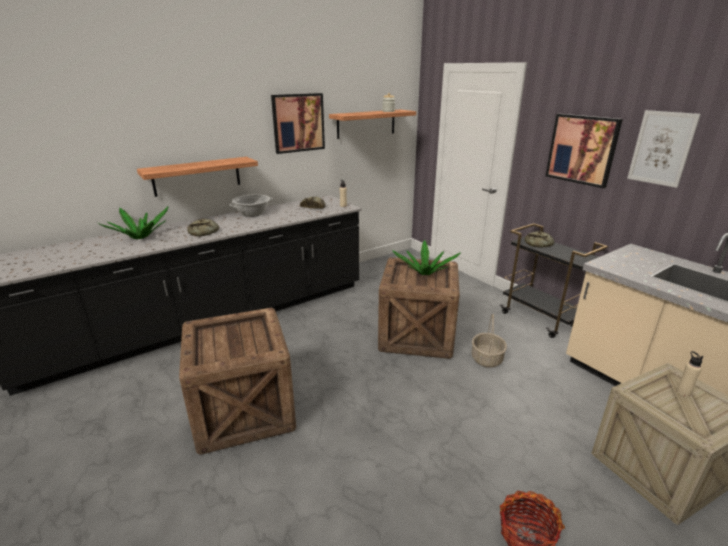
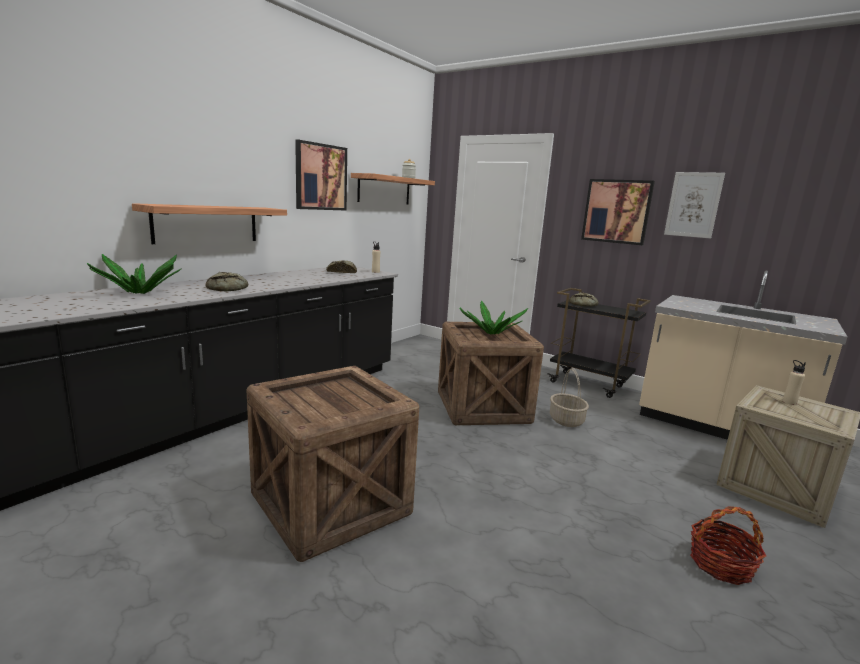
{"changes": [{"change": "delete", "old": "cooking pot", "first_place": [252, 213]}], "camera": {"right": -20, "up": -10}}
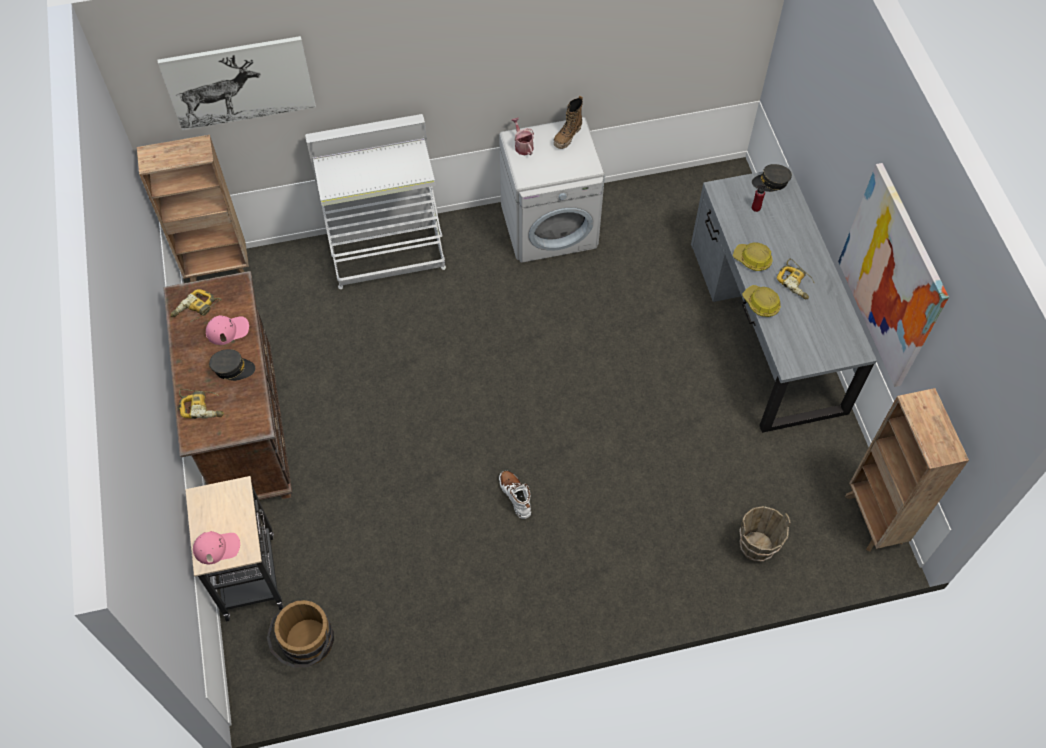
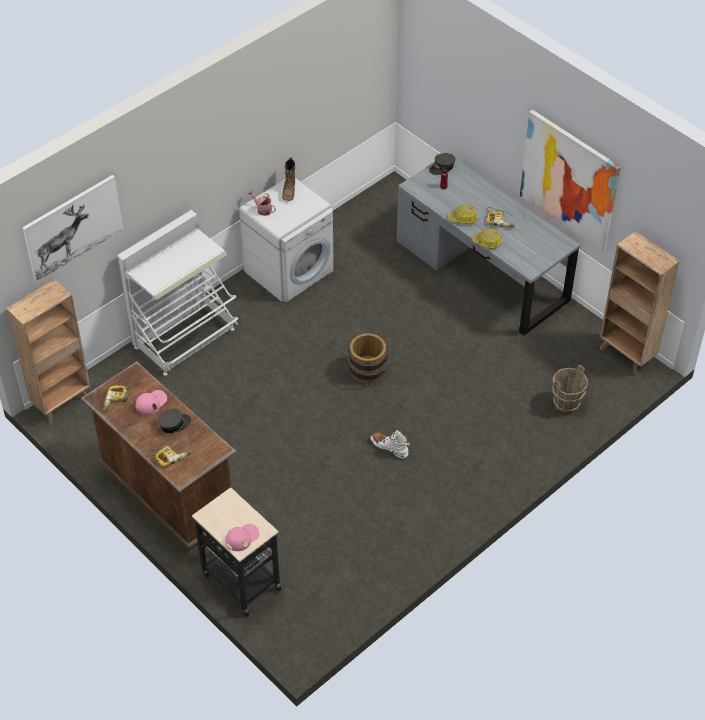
{"changes": [{"change": "move", "old": "brown bucket", "first_place": [306, 646], "second_place": [368, 373]}], "camera": {"right": -30, "up": -10}}
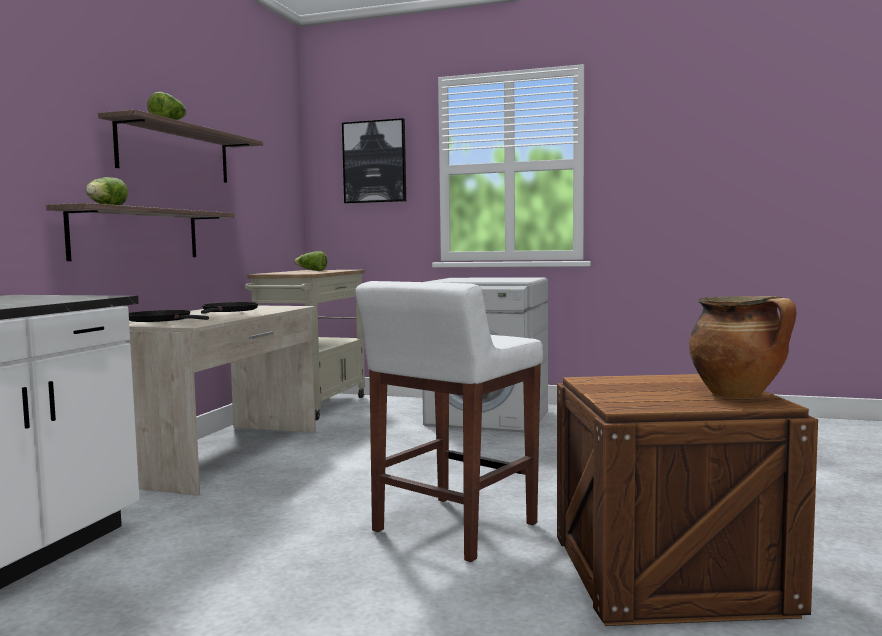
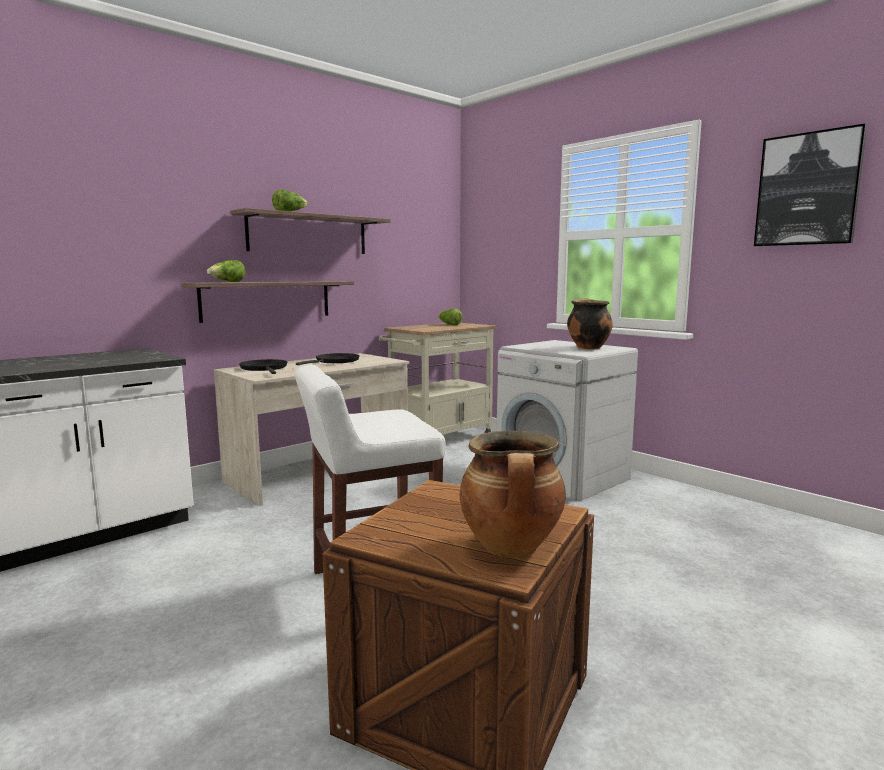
{"changes": [{"change": "insert", "new": "cooking pot", "second_place": [587, 348]}, {"change": "move", "old": "picture", "first_place": [375, 162], "second_place": [807, 189]}], "camera": {"right": 30, "up": 5}}
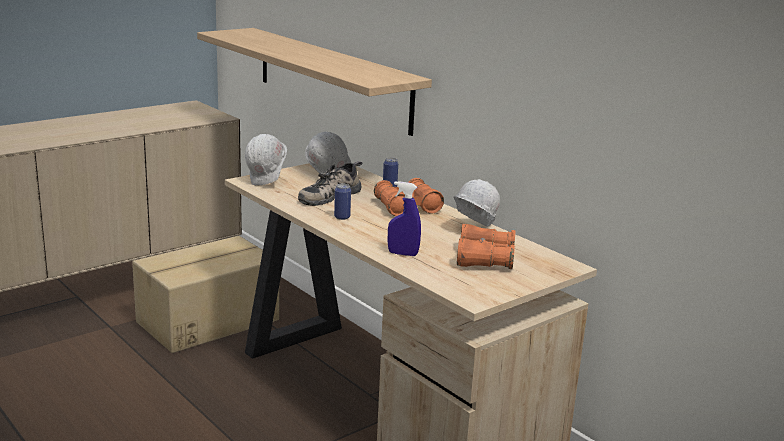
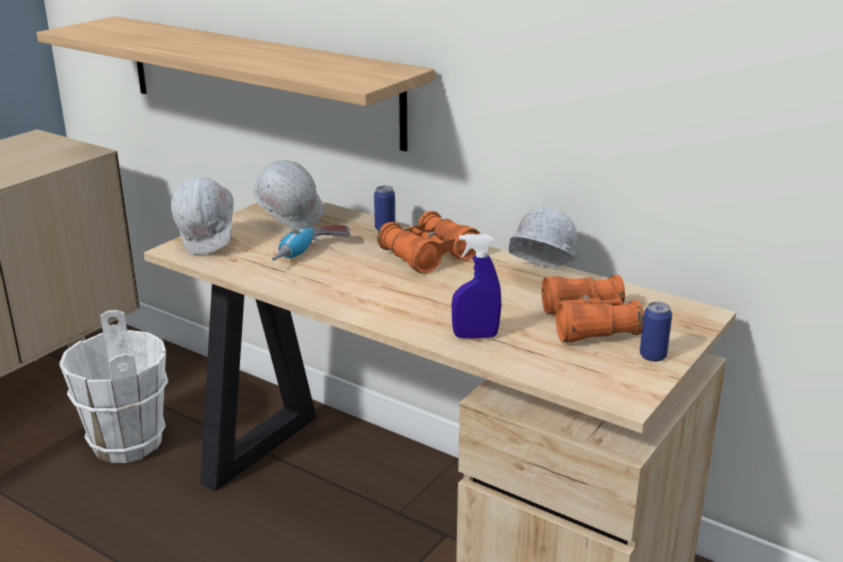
{"changes": [{"change": "move", "old": "can", "first_place": [342, 217], "second_place": [652, 356]}, {"change": "replace", "old": "cardboard box", "new": "white bucket", "first_place": [207, 320], "second_place": [126, 443]}, {"change": "replace", "old": "shoe", "new": "power drill", "first_place": [329, 195], "second_place": [310, 254]}], "camera": {"right": -15, "up": 5}}
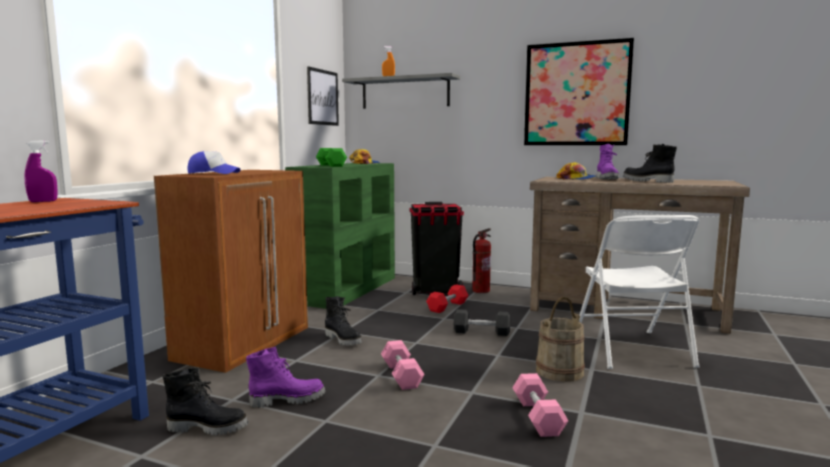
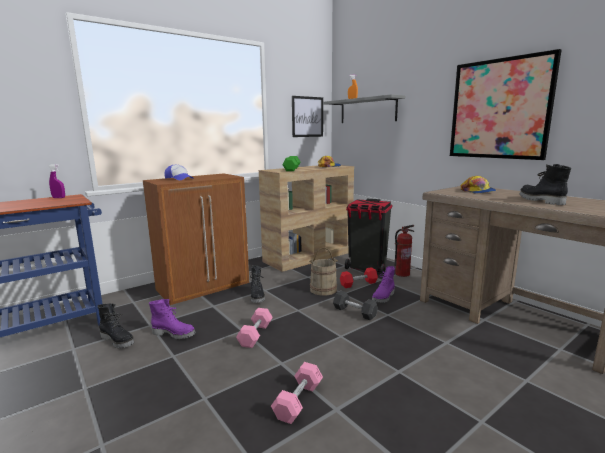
{"changes": [{"change": "delete", "old": "white chair", "first_place": [630, 349]}, {"change": "move", "old": "beige bucket", "first_place": [559, 371], "second_place": [323, 289]}, {"change": "move", "old": "purple boot", "first_place": [607, 179], "second_place": [384, 297]}, {"change": "recolor", "old": "green bookcase", "new": "brown bookcase", "first_place": [346, 289], "second_place": [308, 256]}], "camera": {"right": 30, "up": 5}}
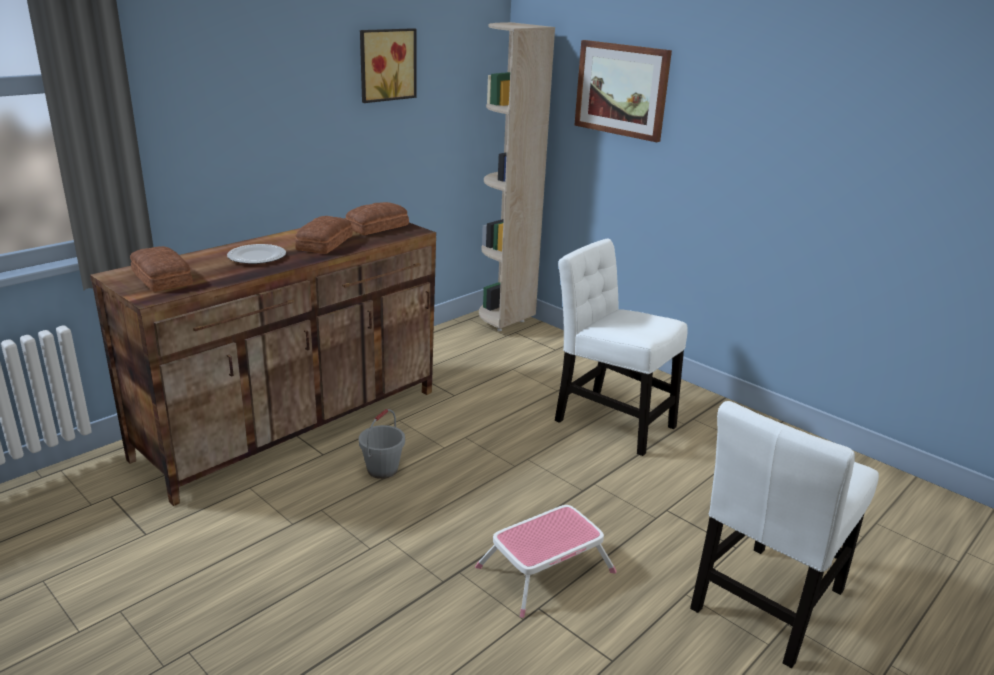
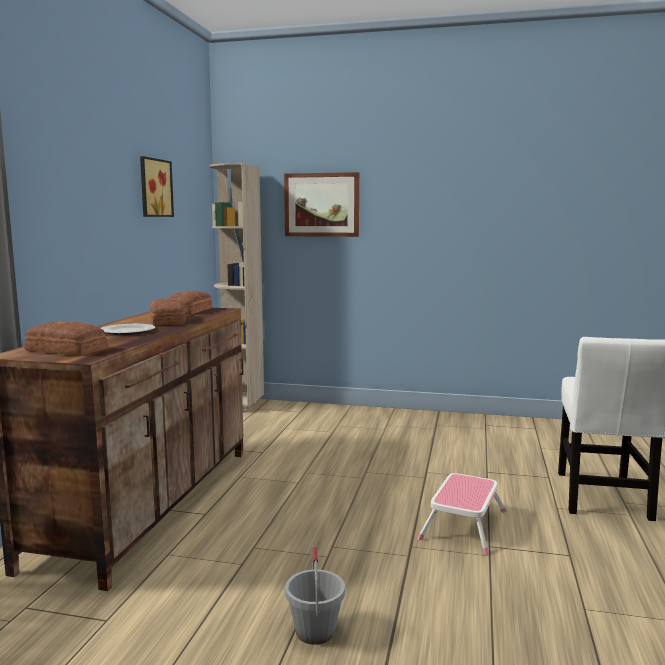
{"changes": [{"change": "delete", "old": "white chair", "first_place": [610, 420]}, {"change": "move", "old": "grey bucket", "first_place": [382, 469], "second_place": [314, 631]}], "camera": {"right": -30, "up": -15}}
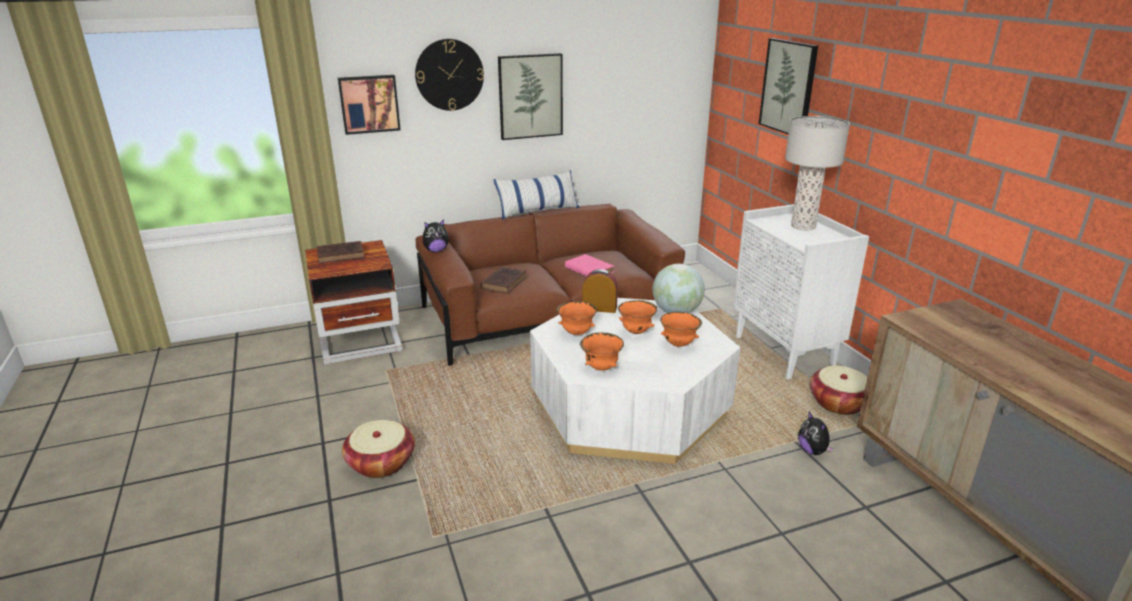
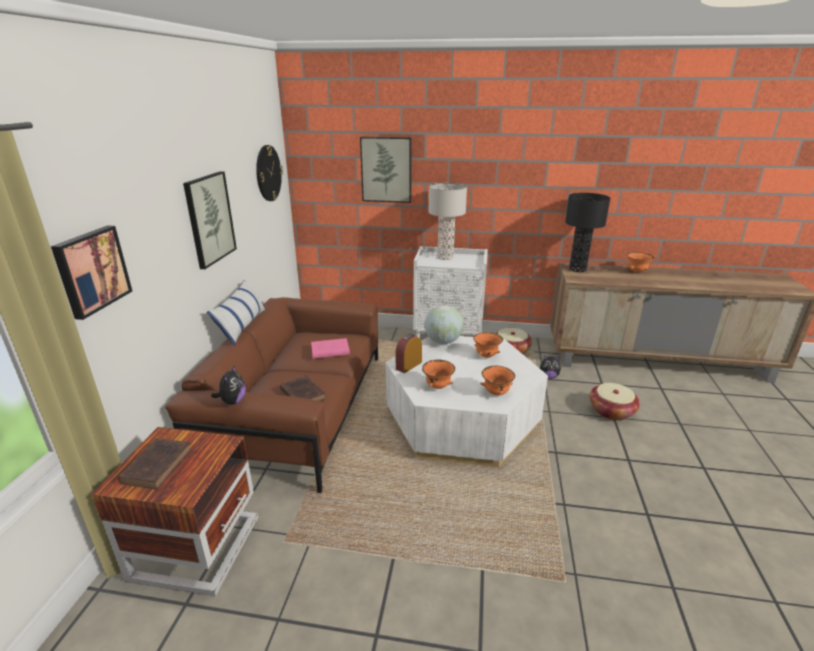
{"changes": [{"change": "insert", "new": "black table lamp", "second_place": [577, 269]}, {"change": "move", "old": "basket", "first_place": [381, 463], "second_place": [611, 411]}, {"change": "move", "old": "wall clock", "first_place": [449, 75], "second_place": [268, 173]}, {"change": "move", "old": "orange bowl", "first_place": [636, 332], "second_place": [636, 272]}], "camera": {"right": -60, "up": 0}}
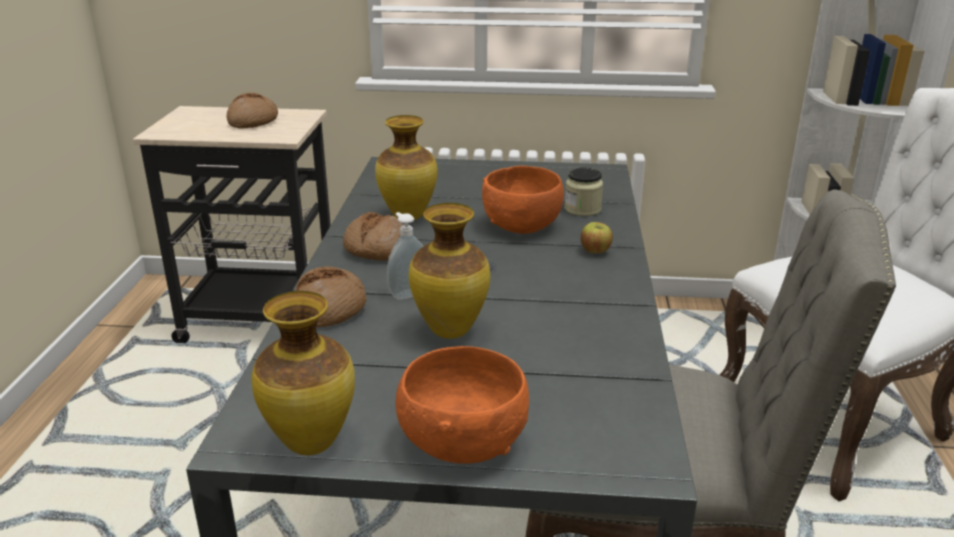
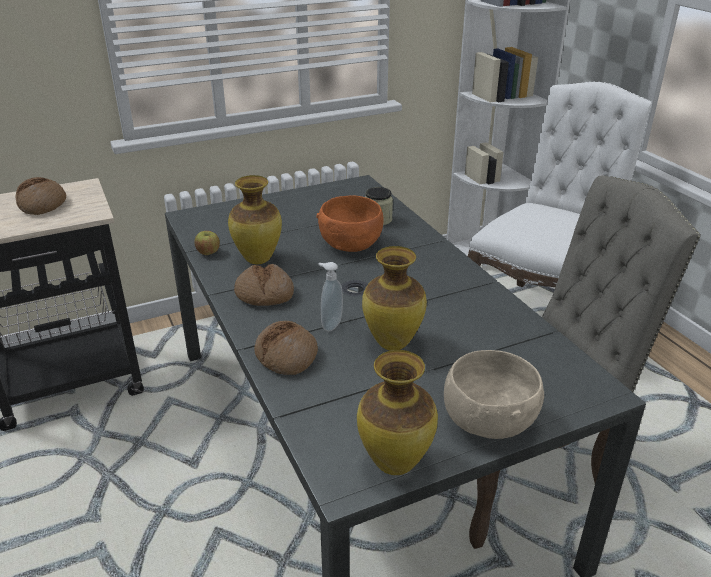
{"changes": [{"change": "move", "old": "apple", "first_place": [595, 251], "second_place": [208, 253]}, {"change": "recolor", "old": "orange bowl", "new": "beige bowl", "first_place": [461, 442], "second_place": [488, 421]}], "camera": {"right": -30, "up": 5}}
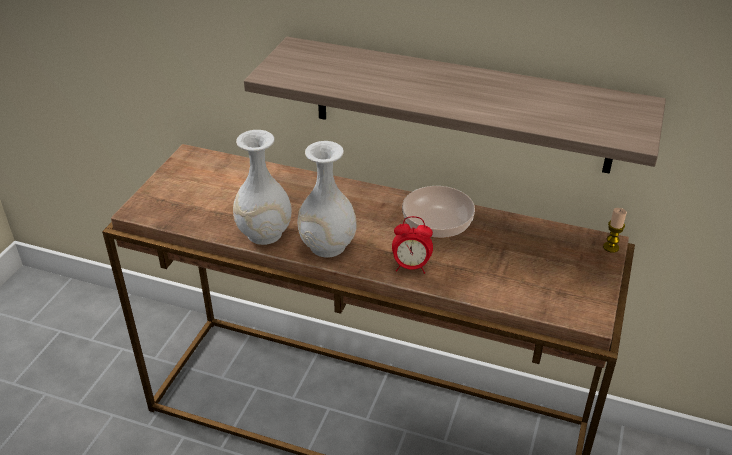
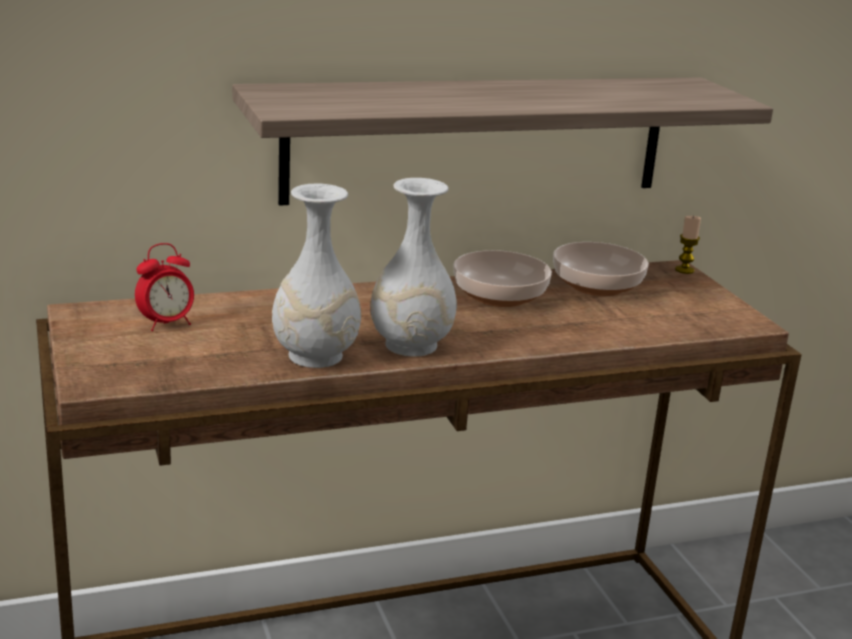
{"changes": [{"change": "insert", "new": "bowl", "second_place": [595, 285]}, {"change": "move", "old": "alarm clock", "first_place": [411, 267], "second_place": [166, 324]}], "camera": {"right": -40, "up": -15}}
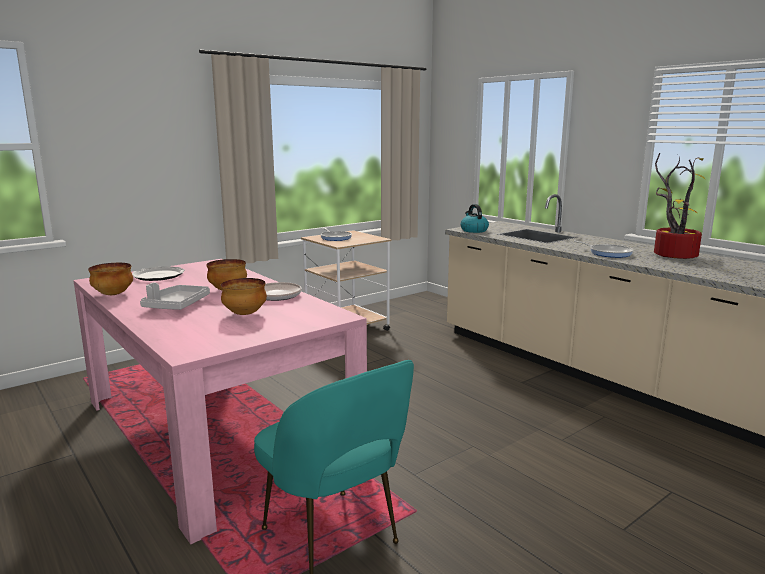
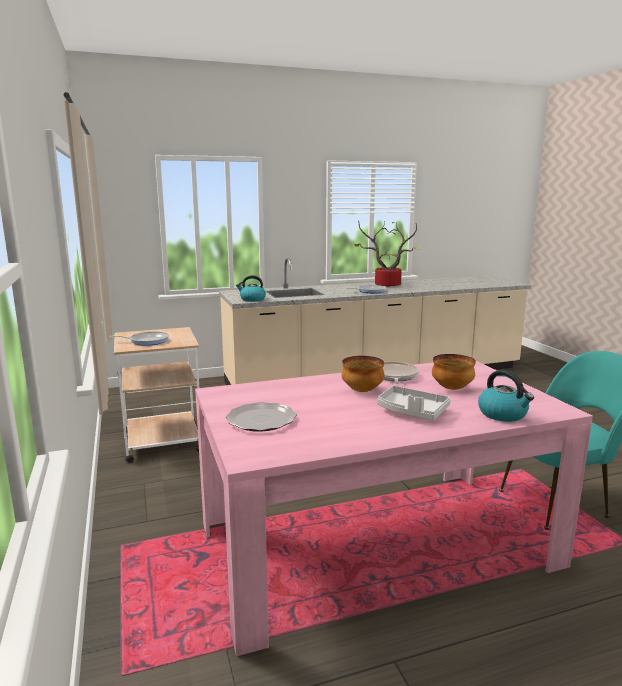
{"changes": [{"change": "delete", "old": "bowl", "first_place": [114, 294]}, {"change": "insert", "new": "kettle", "second_place": [503, 414]}], "camera": {"right": -70, "up": 0}}
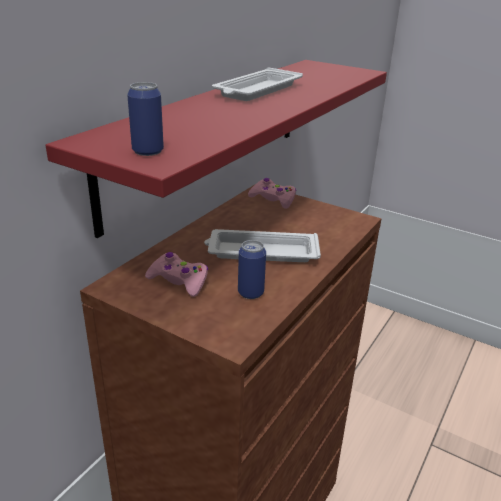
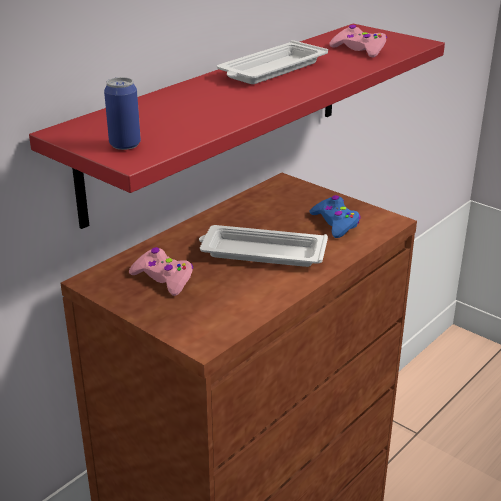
{"changes": [{"change": "delete", "old": "can", "first_place": [250, 293]}, {"change": "insert", "new": "blue game controller", "second_place": [335, 223]}, {"change": "move", "old": "pink game controller", "first_place": [273, 199], "second_place": [359, 49]}], "camera": {"right": 10, "up": 0}}
